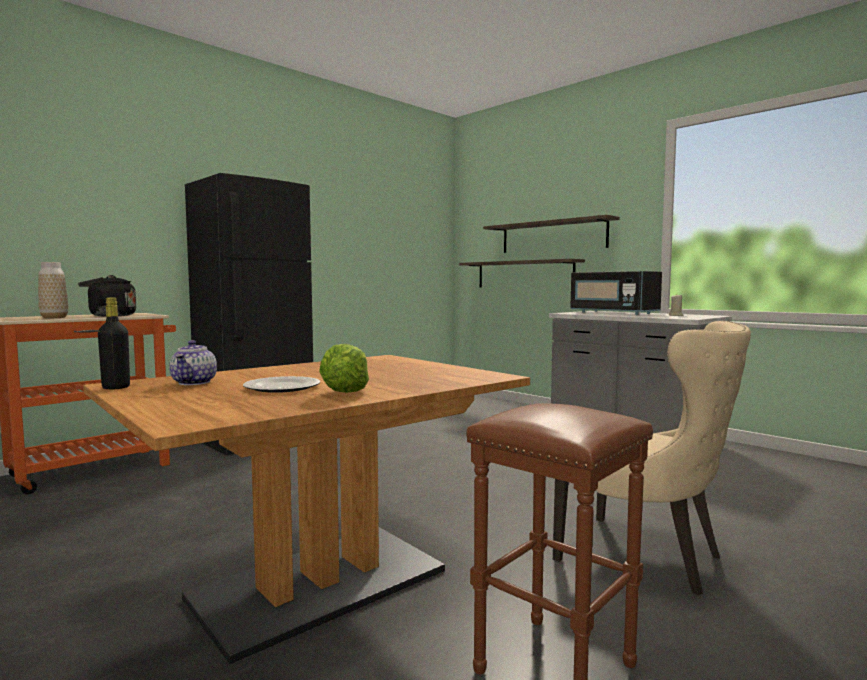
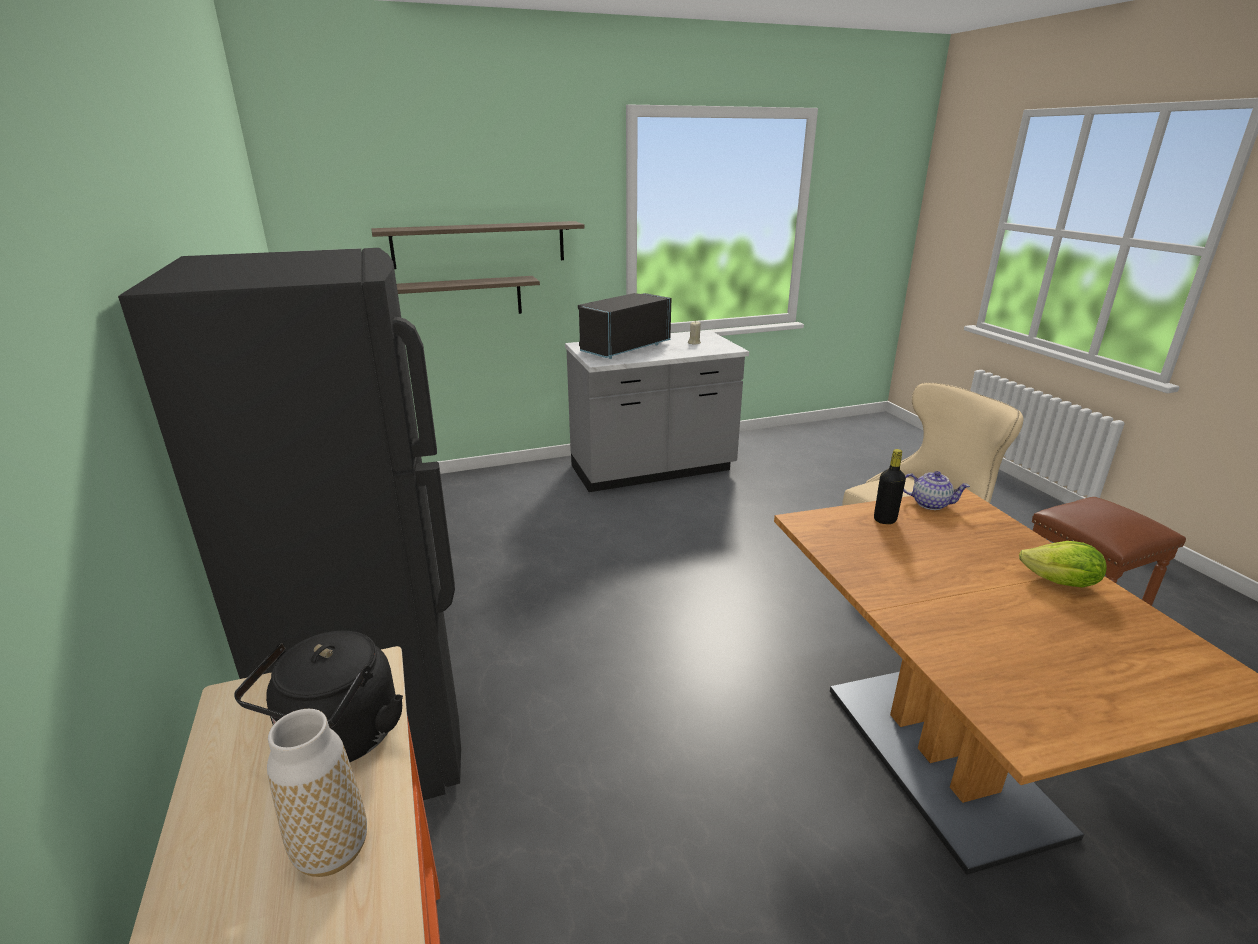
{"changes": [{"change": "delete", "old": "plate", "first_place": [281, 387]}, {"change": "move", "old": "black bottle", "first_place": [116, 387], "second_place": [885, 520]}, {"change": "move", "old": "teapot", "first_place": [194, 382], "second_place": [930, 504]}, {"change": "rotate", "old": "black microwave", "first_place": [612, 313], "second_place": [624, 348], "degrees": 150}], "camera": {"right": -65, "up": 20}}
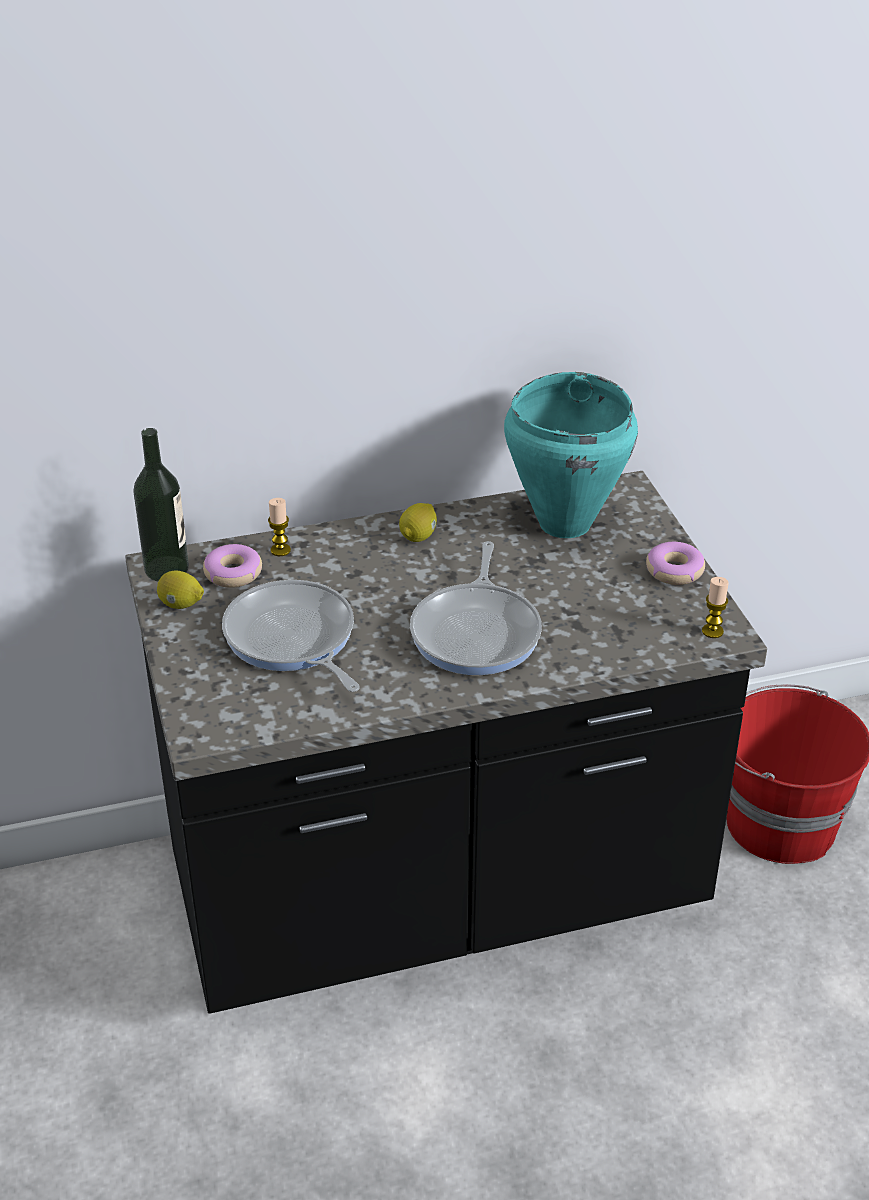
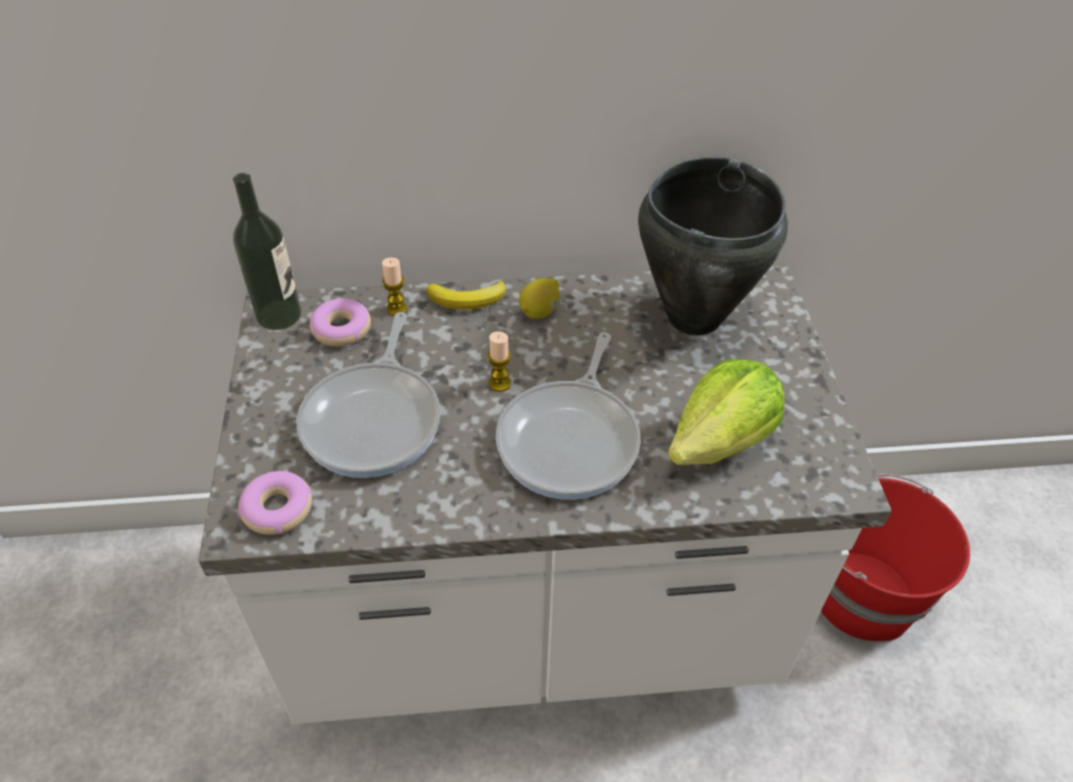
{"changes": [{"change": "delete", "old": "lemon", "first_place": [181, 605]}, {"change": "insert", "new": "banana", "second_place": [468, 299]}, {"change": "insert", "new": "lettuce", "second_place": [721, 441]}, {"change": "move", "old": "donut", "first_place": [674, 570], "second_place": [277, 509]}, {"change": "move", "old": "candle", "first_place": [712, 631], "second_place": [499, 383]}, {"change": "recolor", "old": "black counter", "new": "white counter", "first_place": [434, 894], "second_place": [532, 615]}, {"change": "recolor", "old": "turquoise cooking pot", "new": "black cooking pot", "first_place": [563, 524], "second_place": [692, 317]}, {"change": "rotate", "old": "frying pan", "first_place": [292, 639], "second_place": [375, 419], "degrees": -150}], "camera": {"right": 10, "up": 10}}
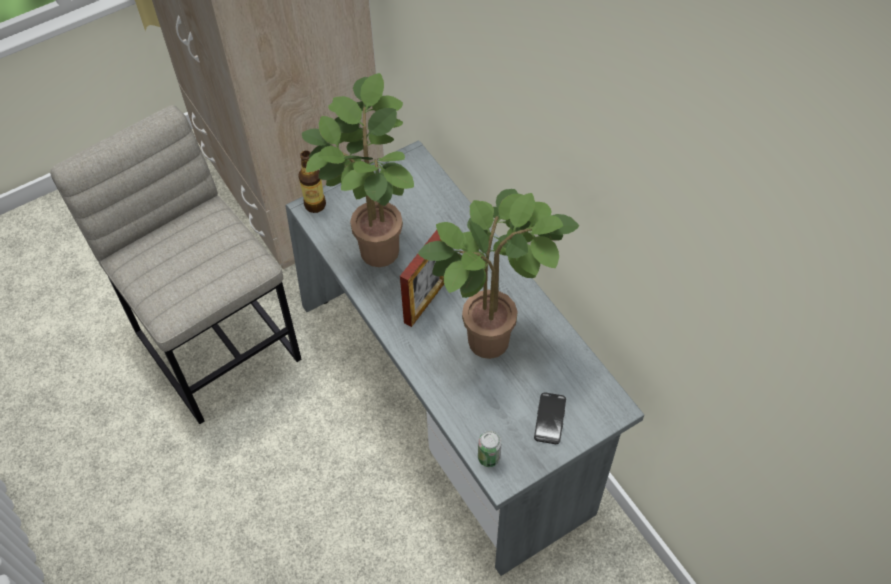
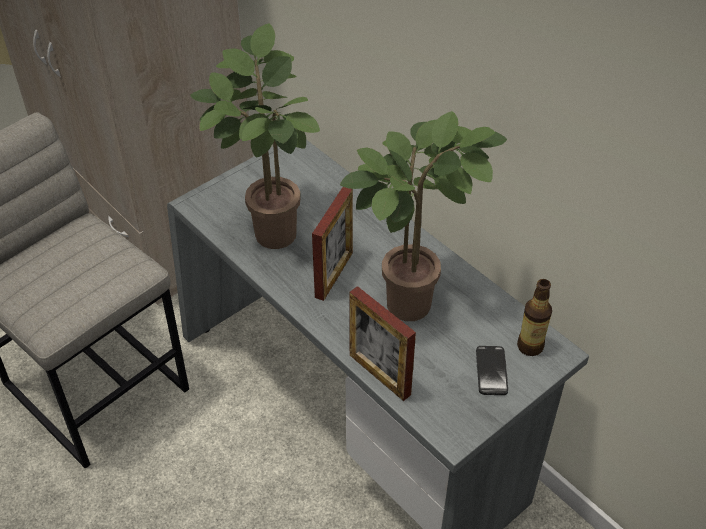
{"changes": [{"change": "delete", "old": "can", "first_place": [489, 457]}, {"change": "insert", "new": "picture frame", "second_place": [379, 374]}, {"change": "move", "old": "bottle", "first_place": [315, 205], "second_place": [530, 346]}], "camera": {"right": -10, "up": -10}}
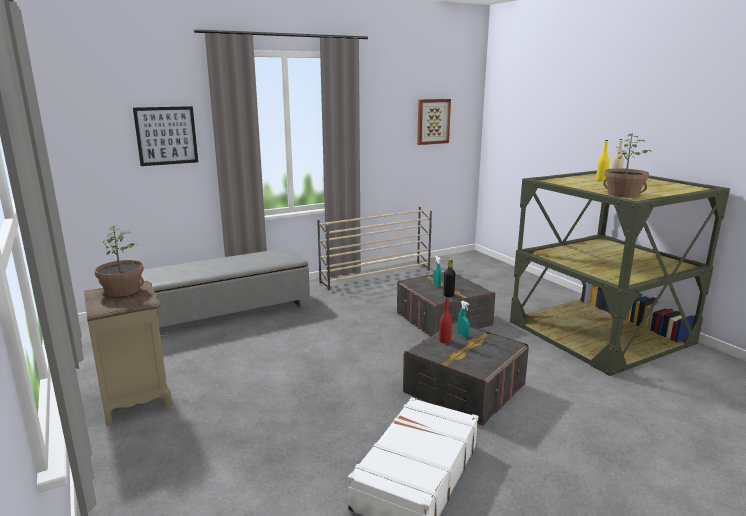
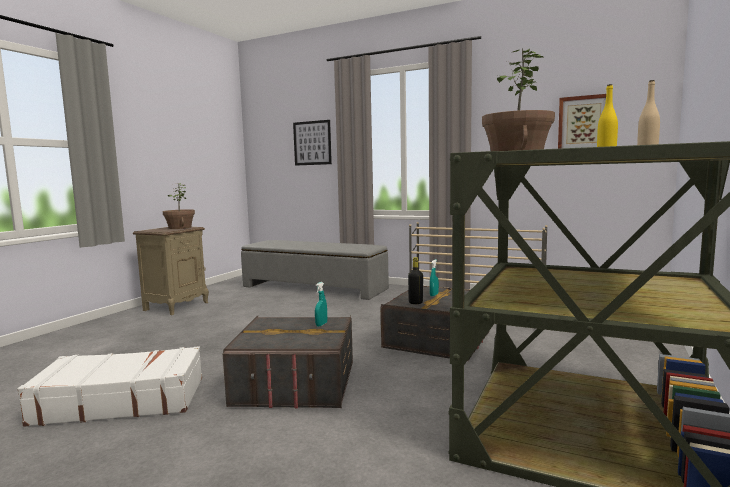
{"changes": [{"change": "delete", "old": "red bottle", "first_place": [444, 341]}], "camera": {"right": 55, "up": -10}}
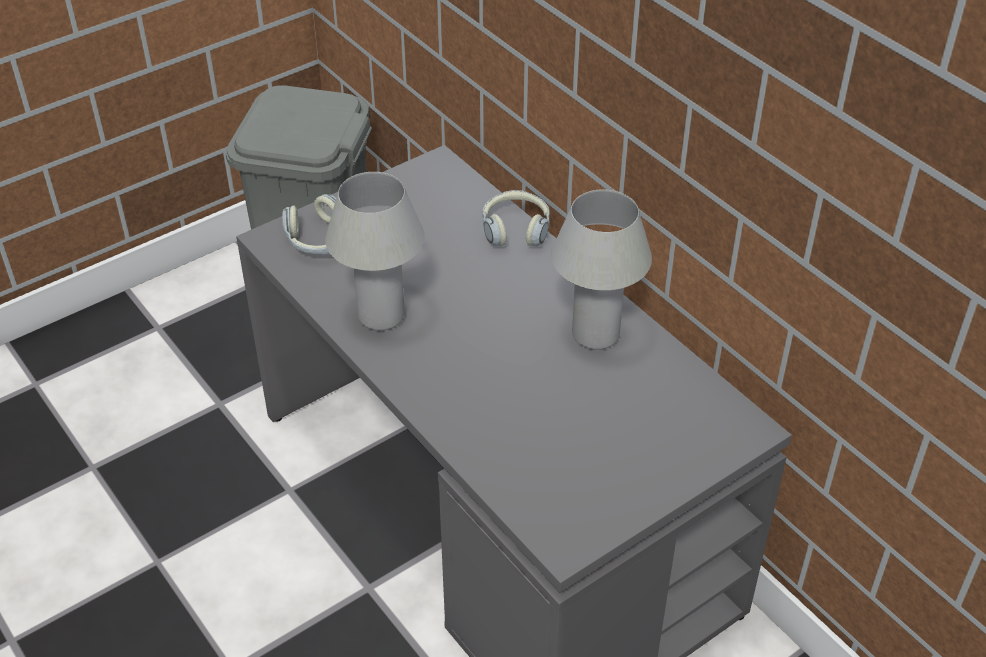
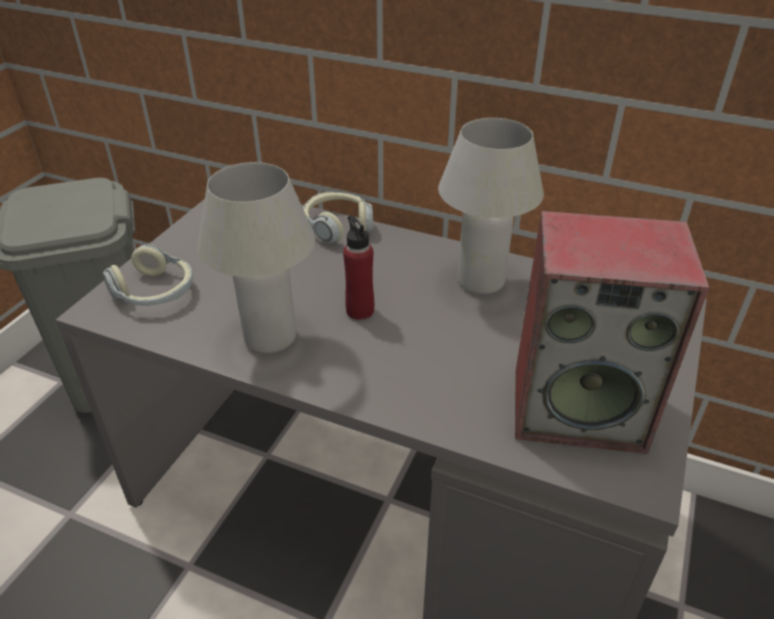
{"changes": [{"change": "insert", "new": "red bottle", "second_place": [360, 310]}, {"change": "insert", "new": "speaker", "second_place": [579, 408]}], "camera": {"right": -30, "up": -5}}
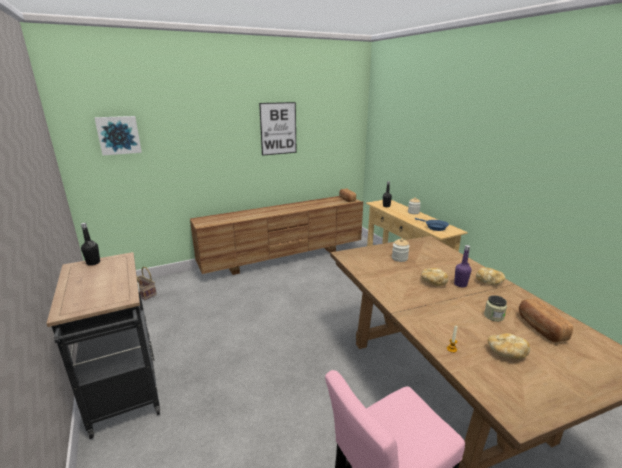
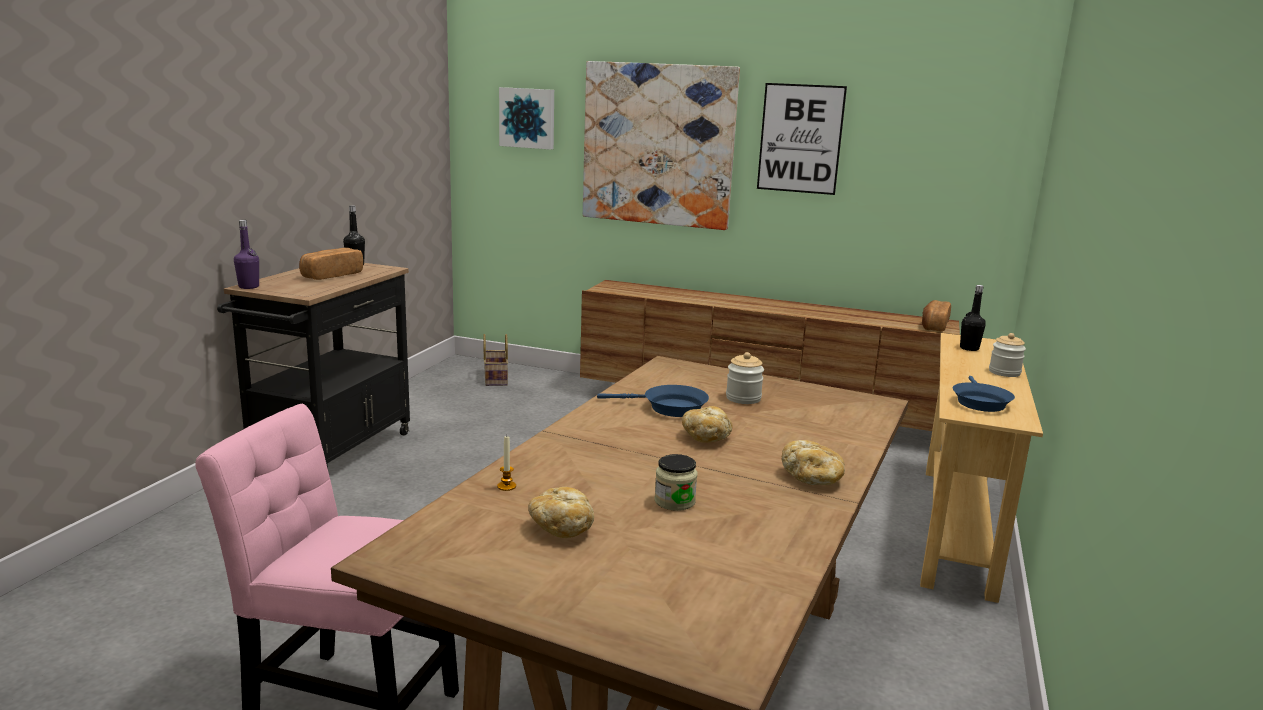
{"changes": [{"change": "insert", "new": "picture", "second_place": [658, 145]}, {"change": "insert", "new": "blue frying pan", "second_place": [669, 408]}, {"change": "move", "old": "purple bottle", "first_place": [460, 284], "second_place": [249, 287]}, {"change": "move", "old": "bread", "first_place": [540, 328], "second_place": [331, 275]}], "camera": {"right": 45, "up": -5}}
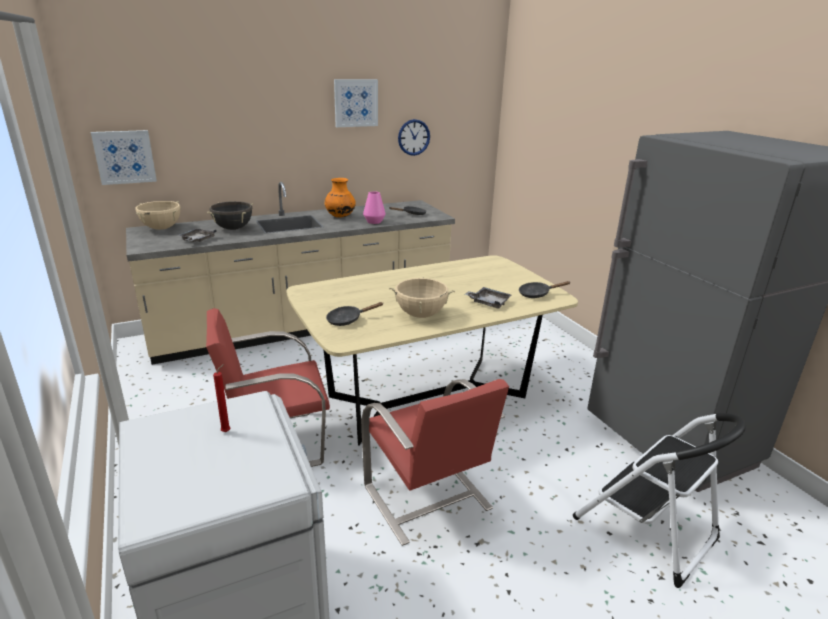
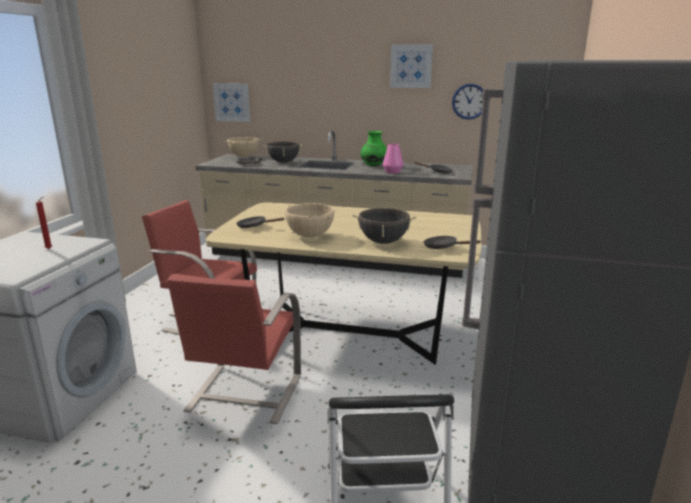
{"changes": [{"change": "replace", "old": "grey tray", "new": "black cooking pot", "first_place": [488, 302], "second_place": [383, 242]}, {"change": "recolor", "old": "orange vase", "new": "green vase", "first_place": [340, 216], "second_place": [374, 166]}], "camera": {"right": 40, "up": -5}}
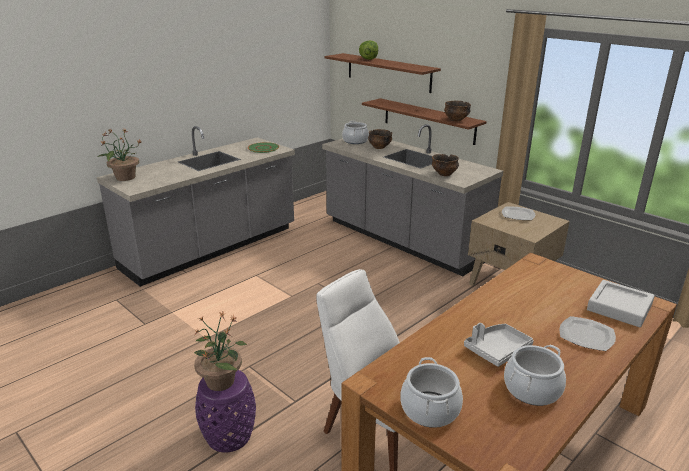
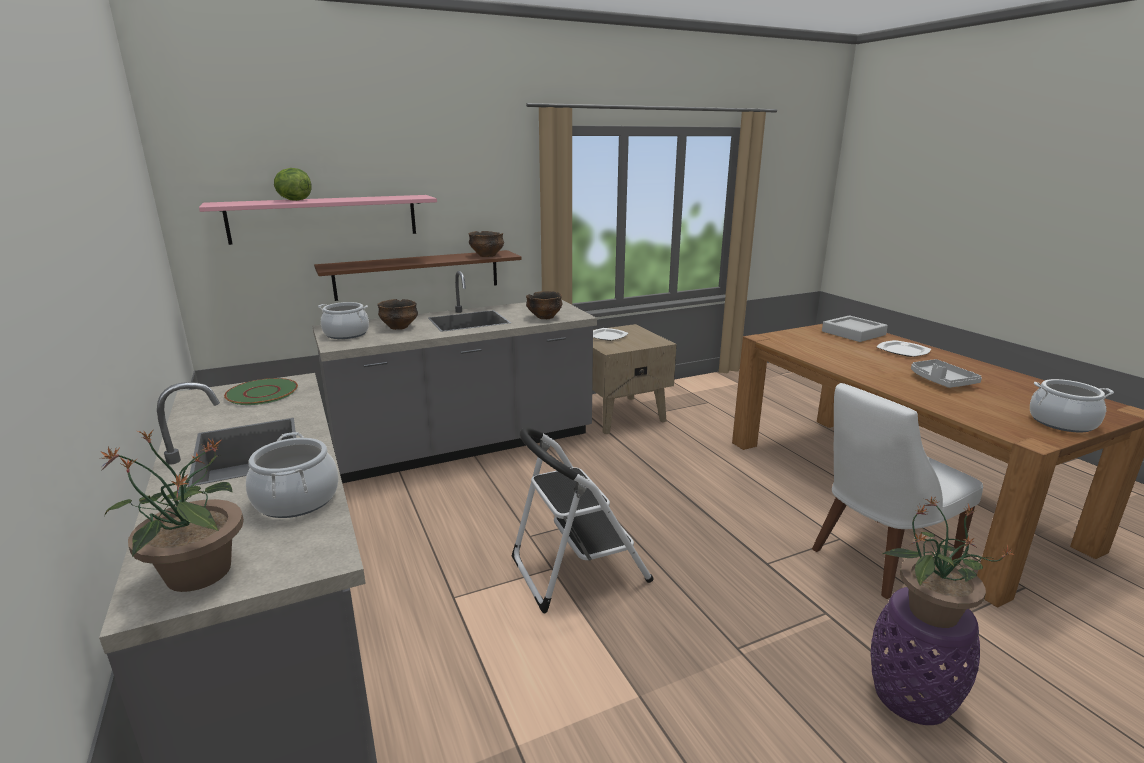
{"changes": [{"change": "insert", "new": "step ladder", "second_place": [575, 570]}, {"change": "move", "old": "cooking pot", "first_place": [531, 389], "second_place": [296, 500]}, {"change": "recolor", "old": "brown shelf", "new": "pink shelf", "first_place": [388, 72], "second_place": [324, 218]}], "camera": {"right": -70, "up": -5}}
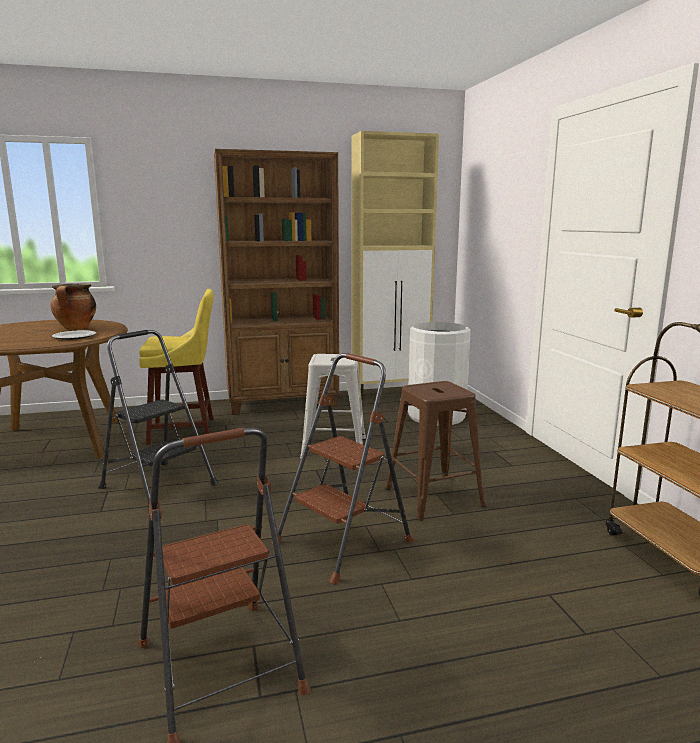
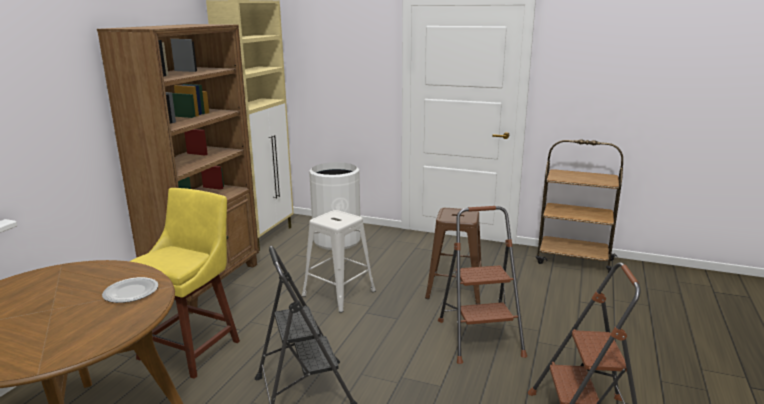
{"changes": [{"change": "delete", "old": "cooking pot", "first_place": [76, 328]}], "camera": {"right": -55, "up": 5}}
